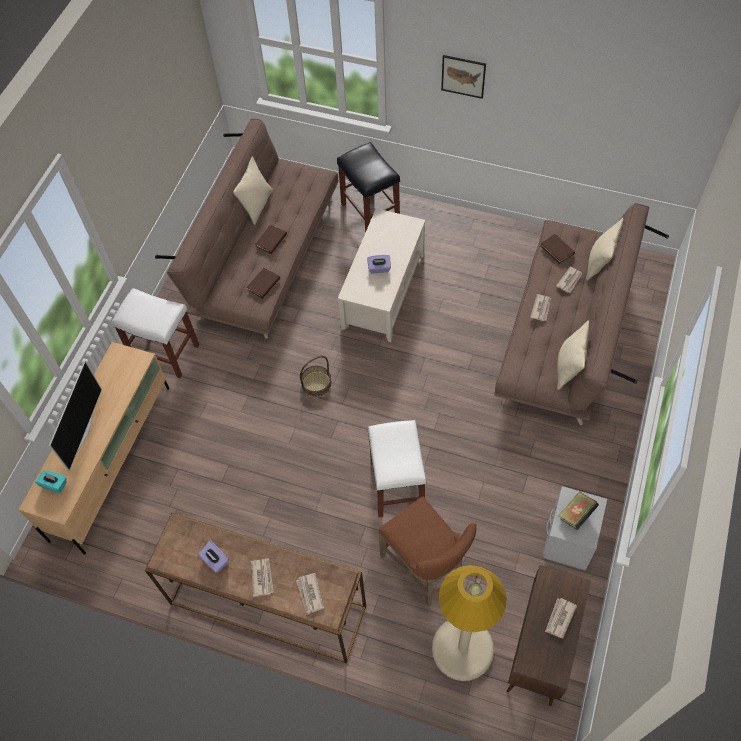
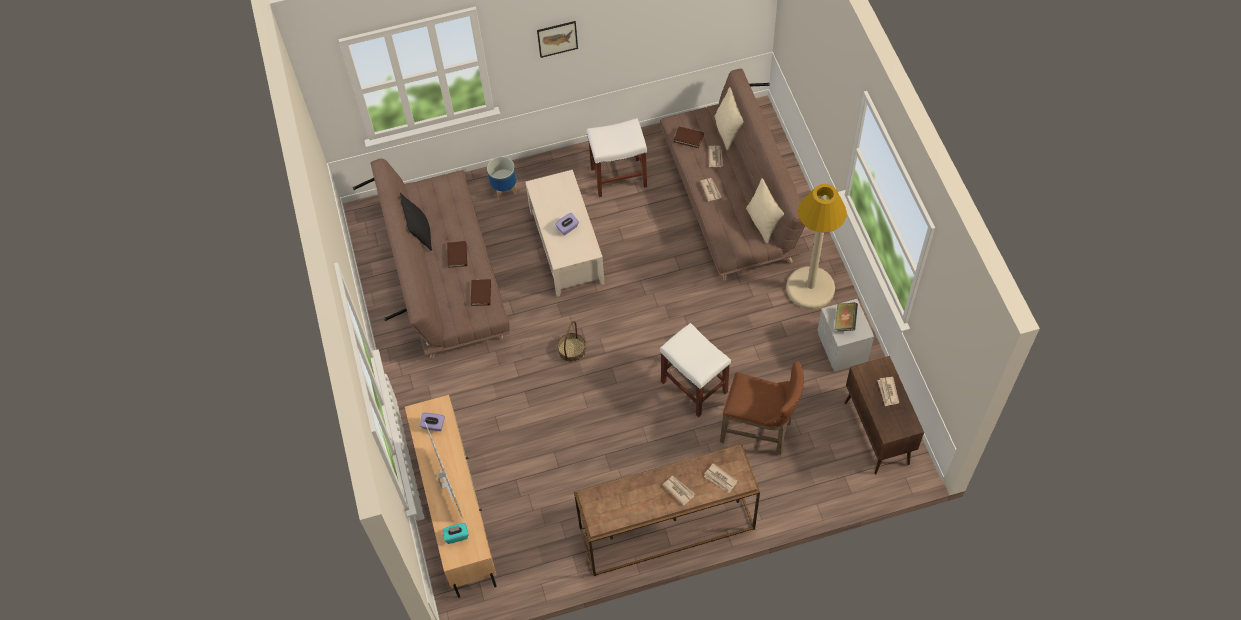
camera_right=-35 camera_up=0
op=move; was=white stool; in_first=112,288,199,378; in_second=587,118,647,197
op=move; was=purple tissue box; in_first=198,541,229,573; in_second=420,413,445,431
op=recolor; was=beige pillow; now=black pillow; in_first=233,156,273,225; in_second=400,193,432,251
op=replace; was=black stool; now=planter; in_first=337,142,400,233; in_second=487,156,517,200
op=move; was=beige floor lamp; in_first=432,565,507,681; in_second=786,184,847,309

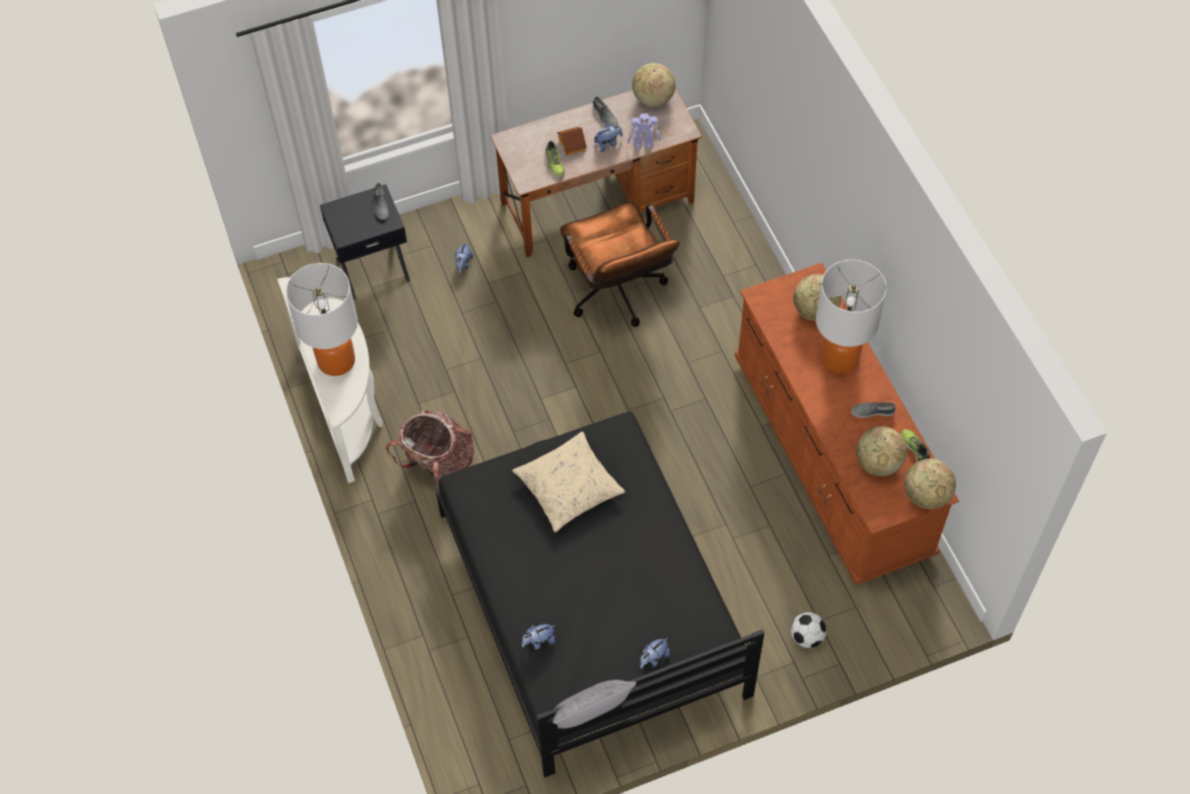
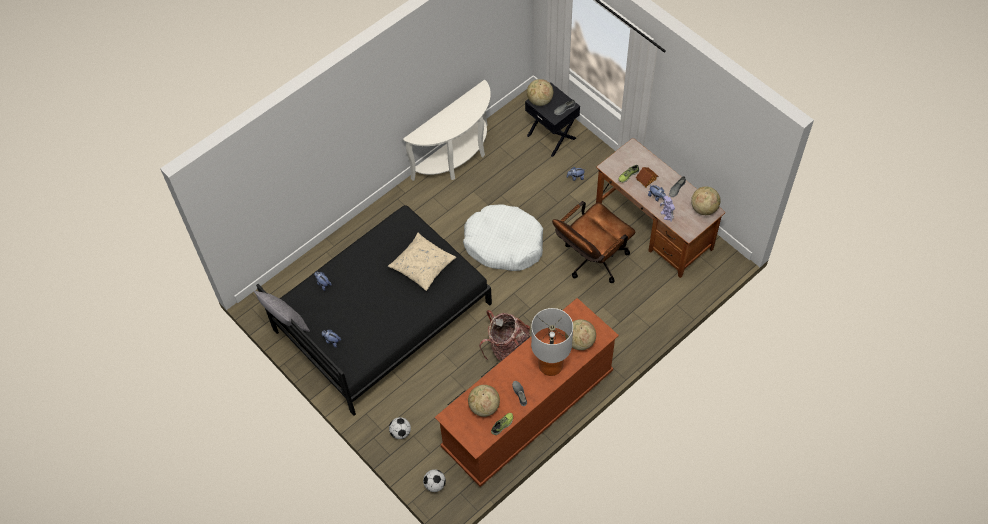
camera_right=70 camera_up=0
op=delete; was=table lamp; in_first=286,263,358,376
op=move; was=backpack; in_first=386,410,474,485; in_second=479,310,530,361
op=move; was=globe; in_first=904,459,956,509; in_second=527,79,553,106
op=insert; now=football; in_second=423,469,446,492
op=insert; now=white dog bed; in_second=463,204,543,271

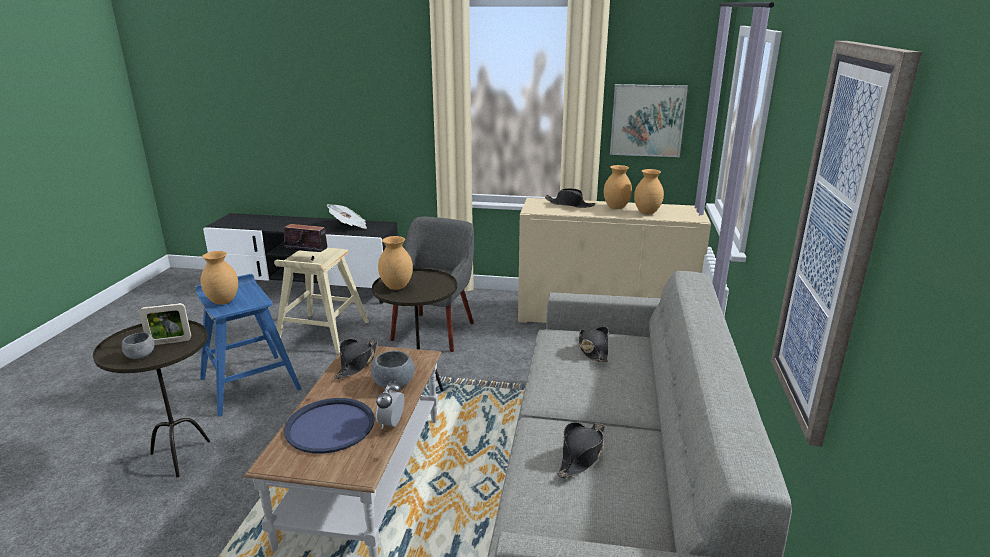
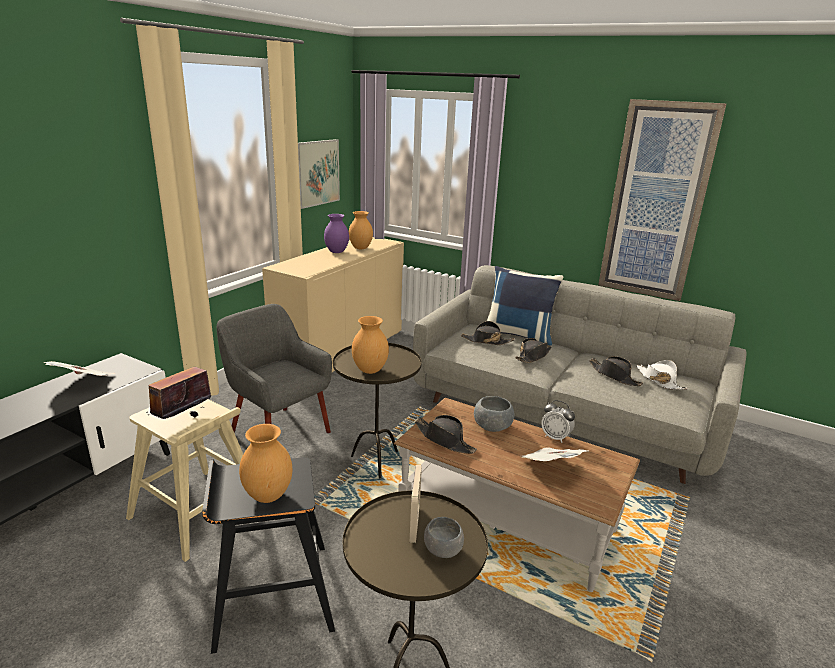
camera_right=-70 camera_up=0
op=recolor; was=blue stool; now=black stool; in_first=195,274,302,416; in_second=202,457,335,654
op=replace; was=blue tray; now=newspaper; in_first=284,398,375,454; in_second=522,447,587,461
op=move; was=black hat; in_first=545,188,595,208; in_second=515,338,551,363
op=recolor; was=brown vase; now=purple vase; in_first=603,165,632,209; in_second=324,214,349,253
op=insert; now=blue pillow; in_second=487,266,564,346
op=insert; now=white hat; in_second=636,360,688,390

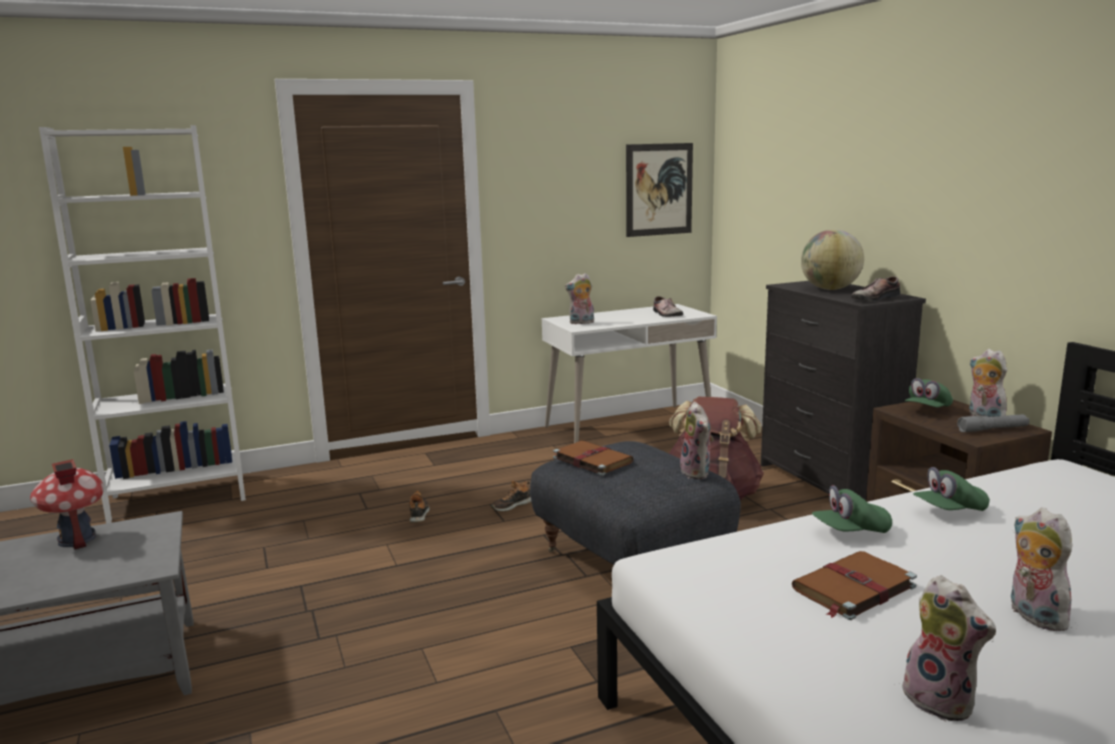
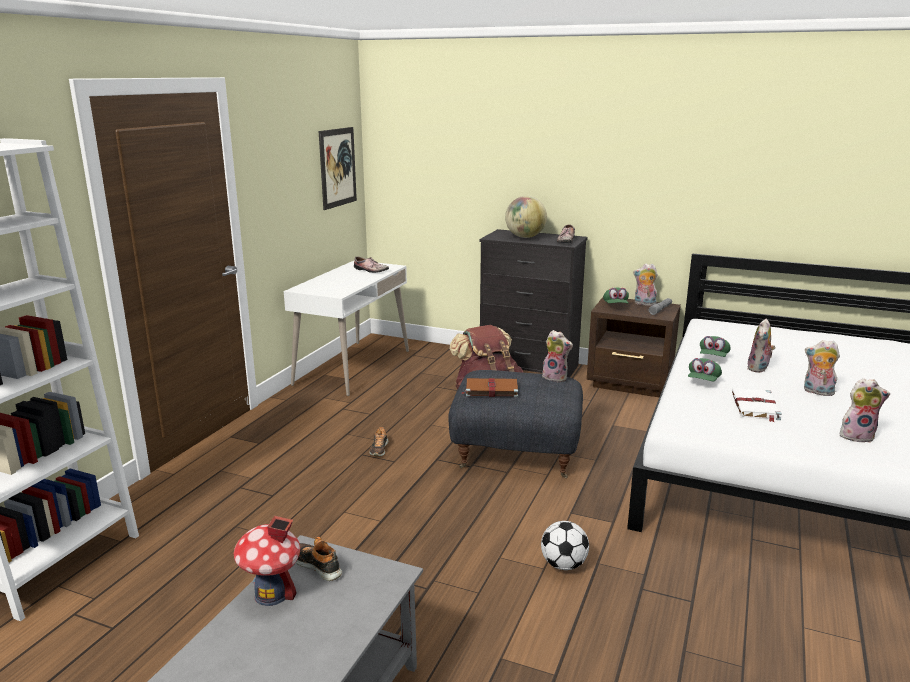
camera_right=-45 camera_up=5
op=move; was=shoe; in_first=409,491,430,523; in_second=296,537,342,581
op=move; was=plush toy; in_first=565,273,594,324; in_second=747,319,776,373
op=recolor; was=brown book; now=white book; in_first=792,551,917,620; in_second=732,388,782,422
op=insert; now=football; in_second=541,521,589,570

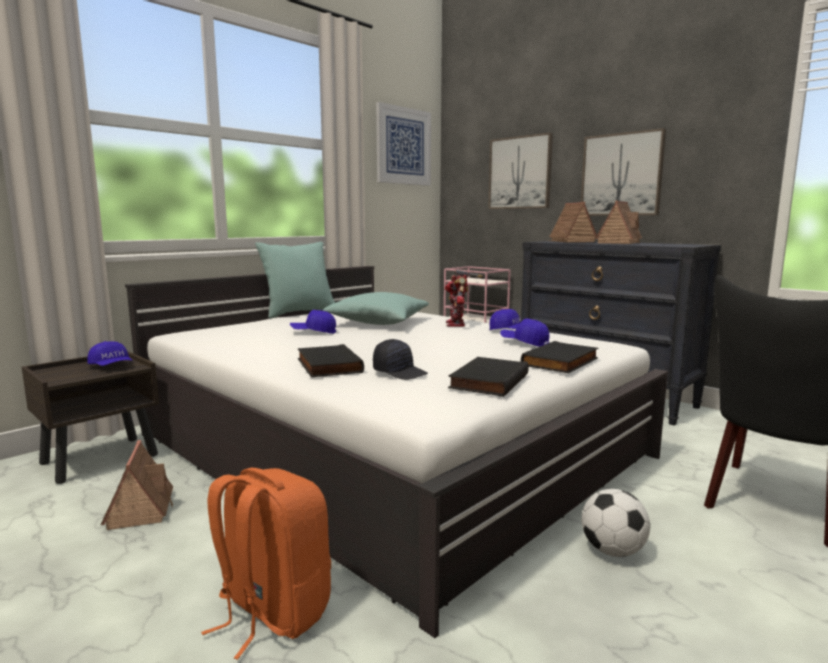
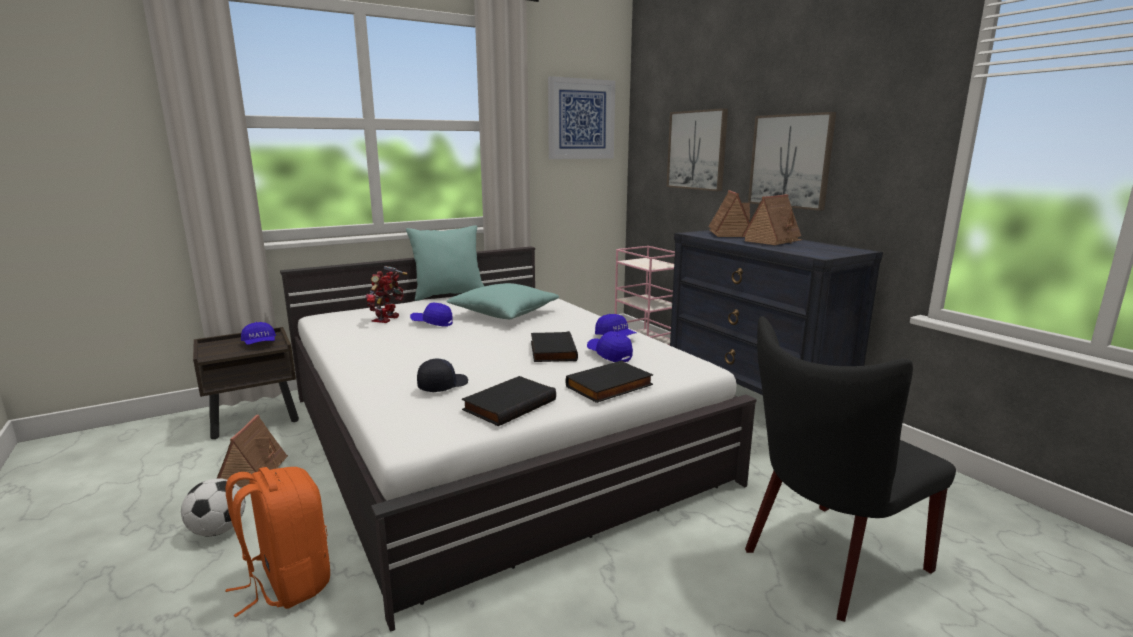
camera_right=15 camera_up=5
op=move; was=black book; in_first=298,344,364,377; in_second=531,331,578,362
op=rotate; was=black cap; in_first=373,339,428,380; in_second=417,359,468,392; clockwise=-105
op=move; was=toy robot; in_first=445,270,483,327; in_second=365,266,408,323
op=move; was=football; in_first=582,489,650,557; in_second=181,478,245,536

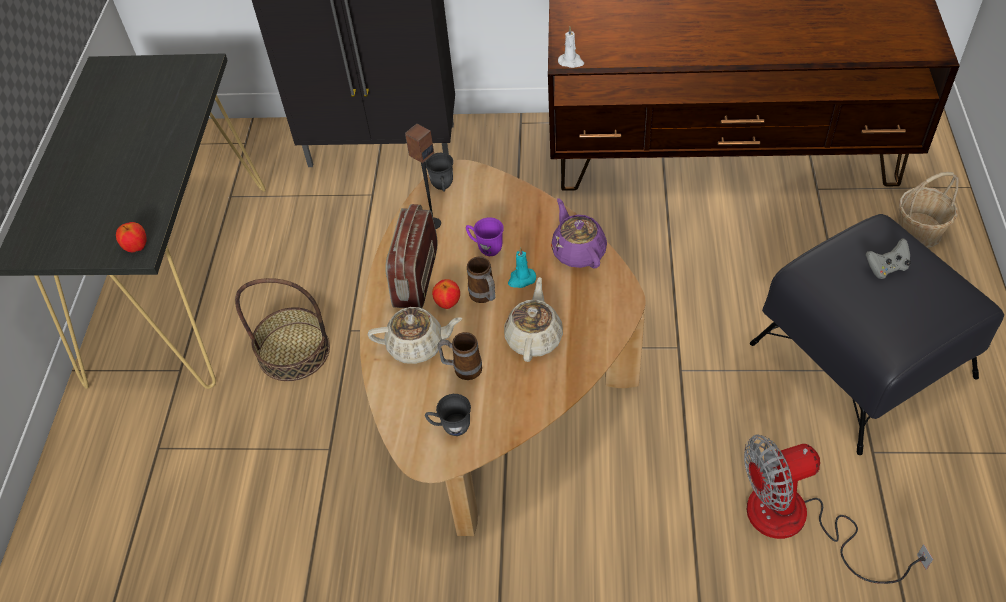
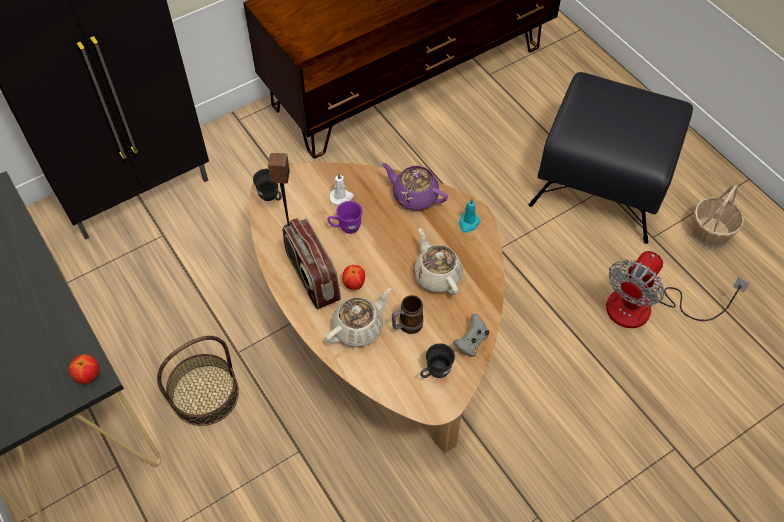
camera_right=-40 camera_up=5
op=delete; was=mug; in_first=467,256,495,303
op=move; was=turquoise candle; in_first=508,247,536,288; in_second=459,199,480,233
op=move; was=white candle; in_first=558,26,584,68; in_second=329,173,354,205
op=move; was=grey game controller; in_first=866,239,911,279; in_second=453,314,489,357
op=move; was=basket; in_first=898,172,958,248; in_second=690,185,744,250

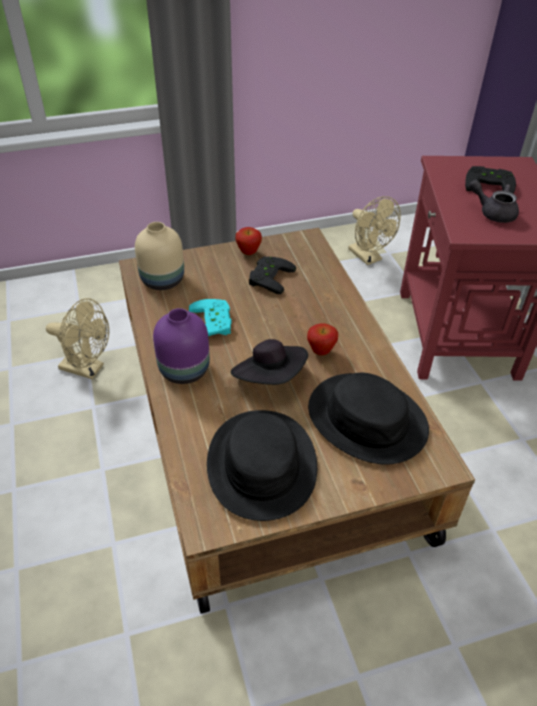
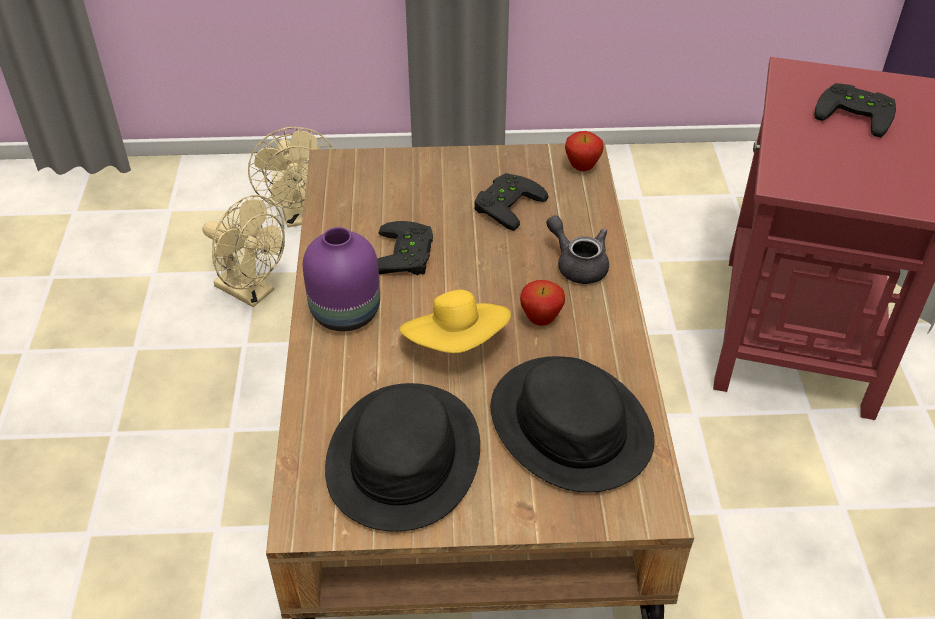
camera_right=15 camera_up=0
op=delete; was=beige vase; in_first=135,222,184,290
op=recolor; was=turquoise game controller; now=black game controller; in_first=189,299,231,336; in_second=377,221,433,275
op=recolor; was=black hat; now=yellow hat; in_first=231,339,308,385; in_second=400,290,511,353
op=move; was=apple; in_first=235,227,262,255; in_second=565,131,604,172
op=move; was=beige fan; in_first=348,196,401,265; in_second=248,127,333,227
op=move; was=grey teapot; in_first=469,180,519,223; in_second=546,215,609,284

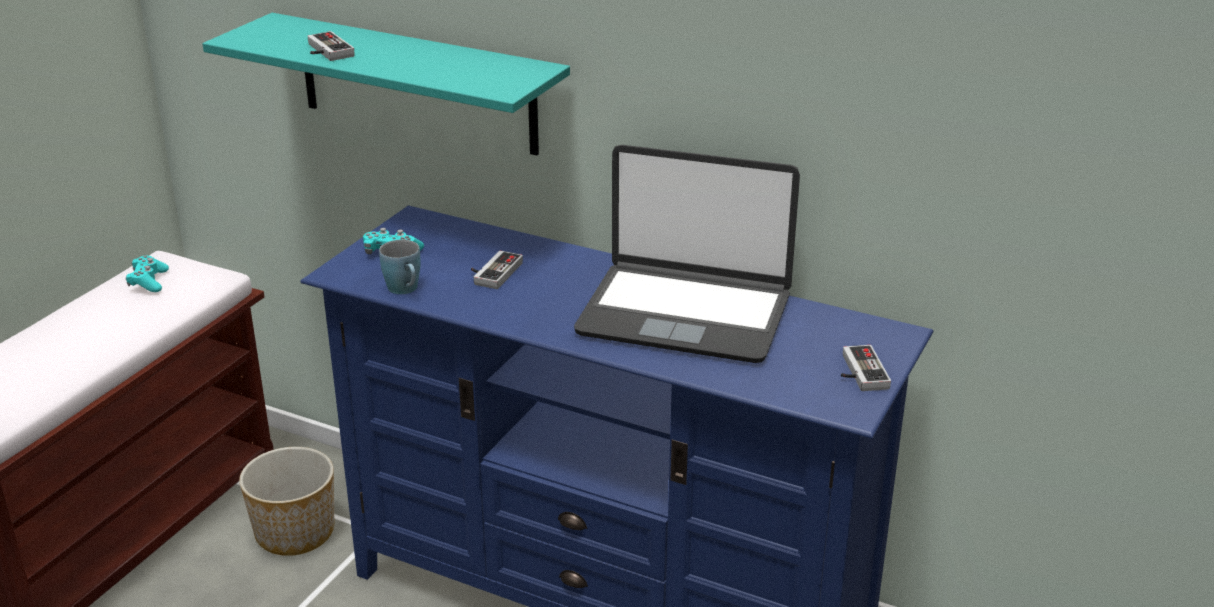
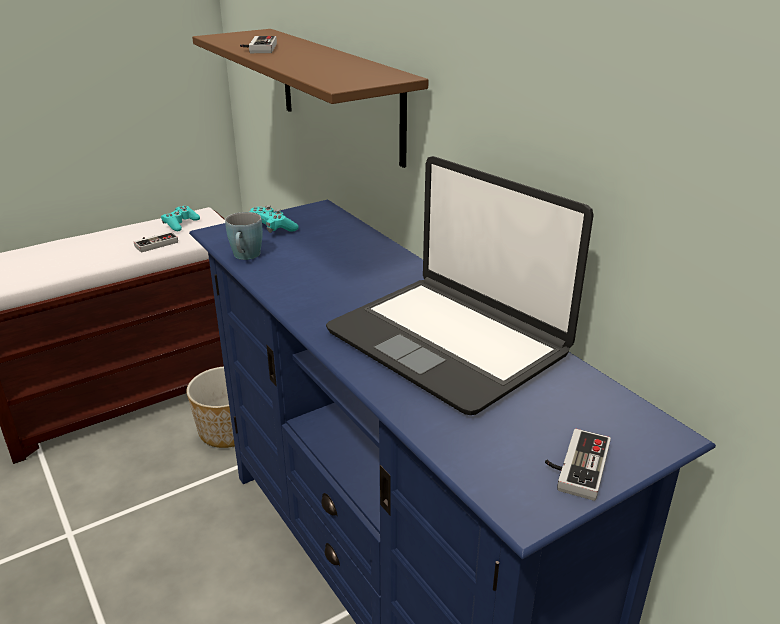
camera_right=30 camera_up=0
op=recolor; was=turquoise shelf; now=brown shelf; in_first=203,13,570,155; in_second=192,29,428,168
op=move; was=game controller; in_first=471,251,523,289; in_second=134,232,178,253

